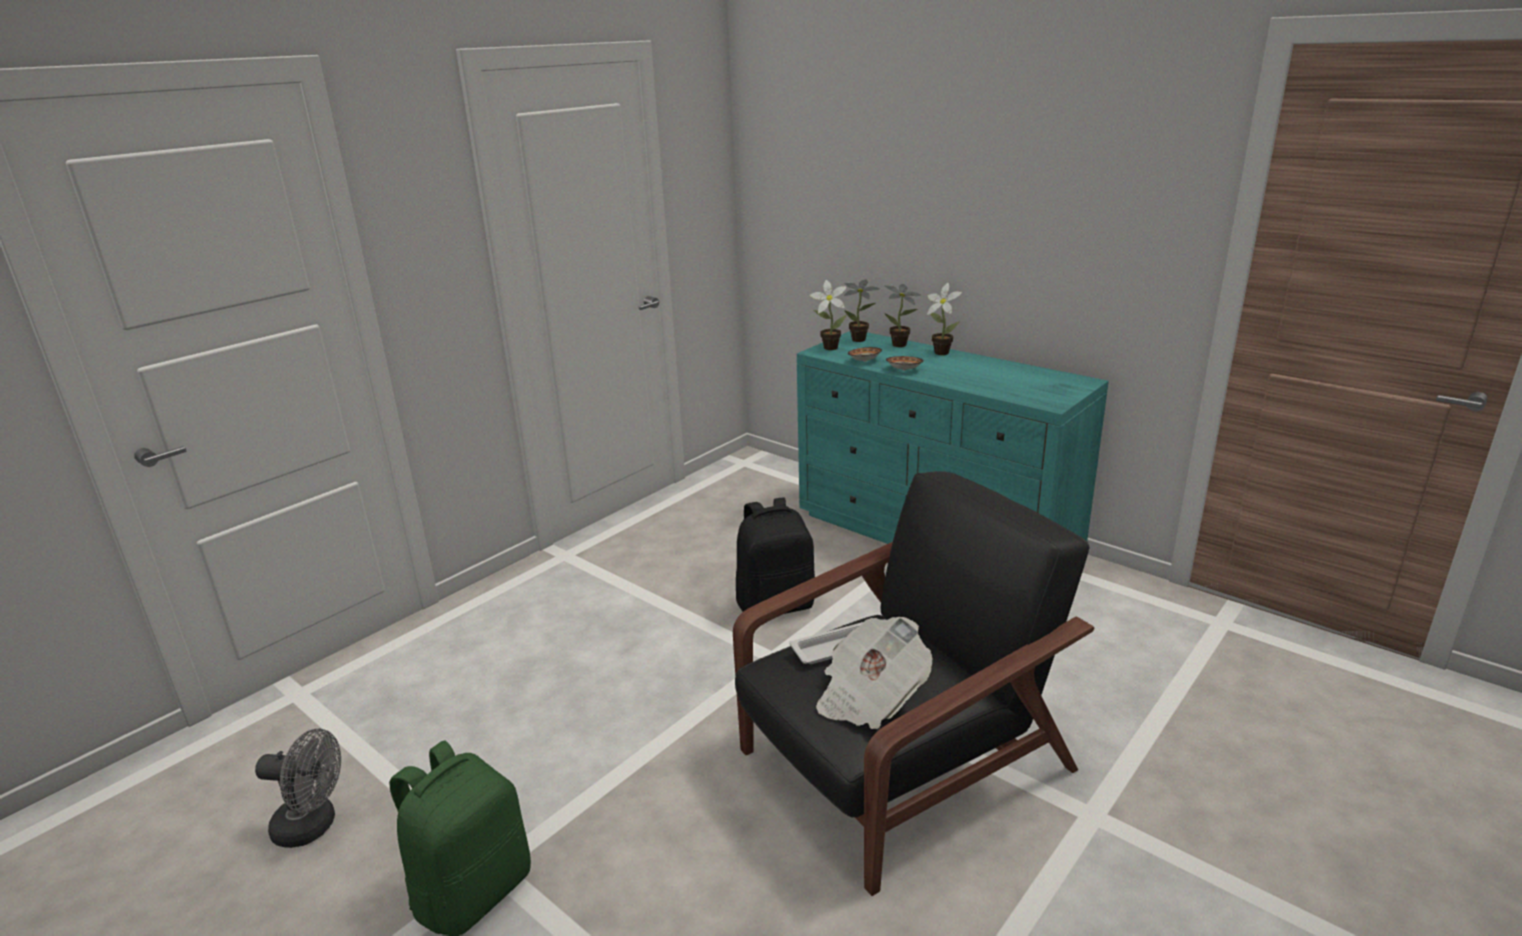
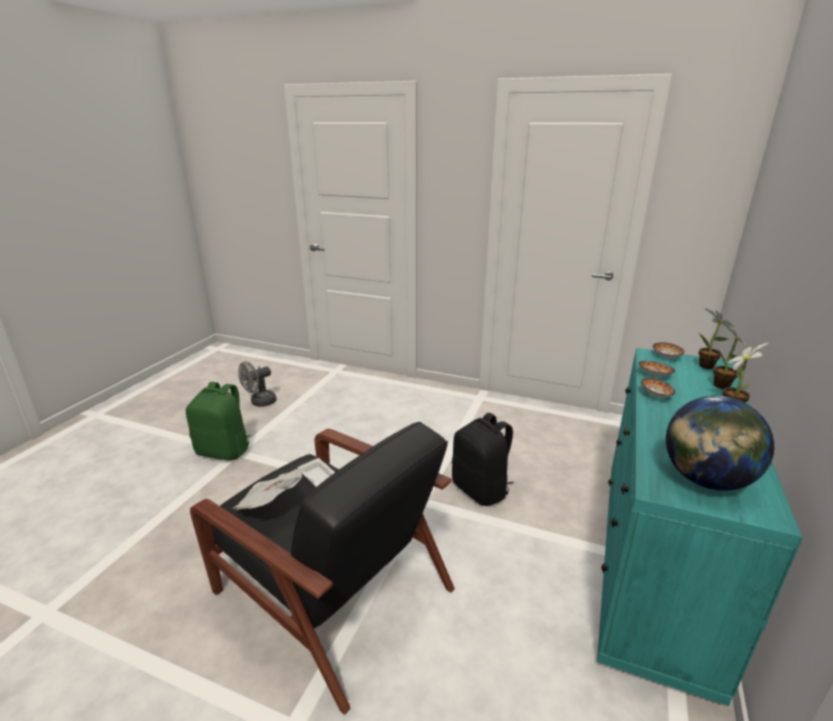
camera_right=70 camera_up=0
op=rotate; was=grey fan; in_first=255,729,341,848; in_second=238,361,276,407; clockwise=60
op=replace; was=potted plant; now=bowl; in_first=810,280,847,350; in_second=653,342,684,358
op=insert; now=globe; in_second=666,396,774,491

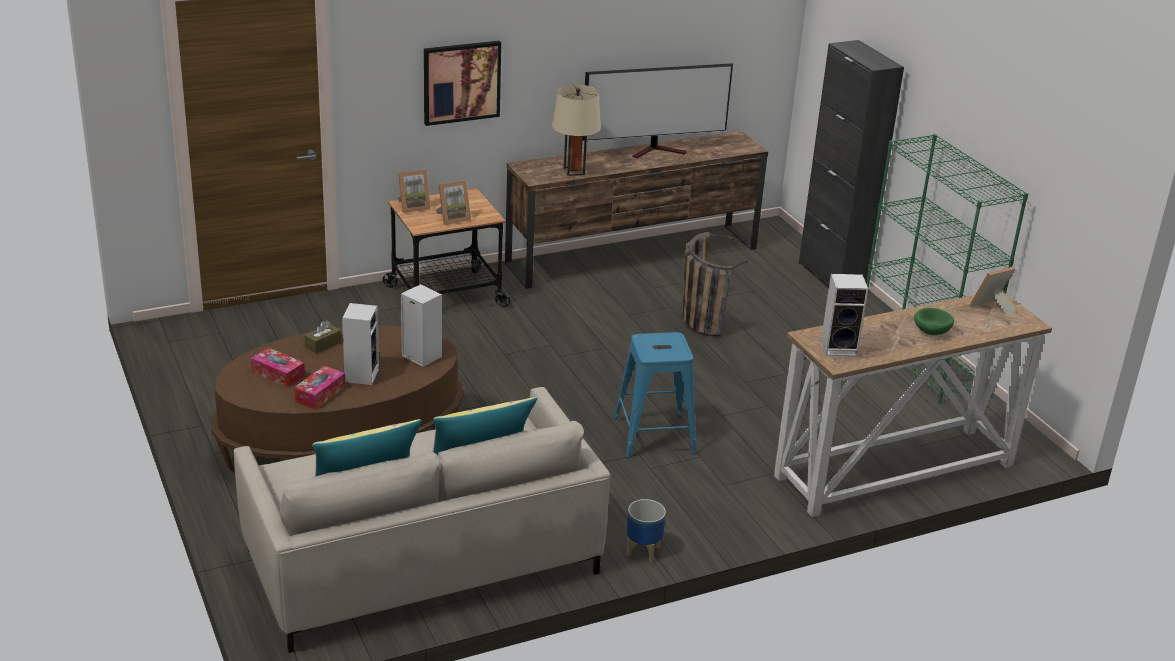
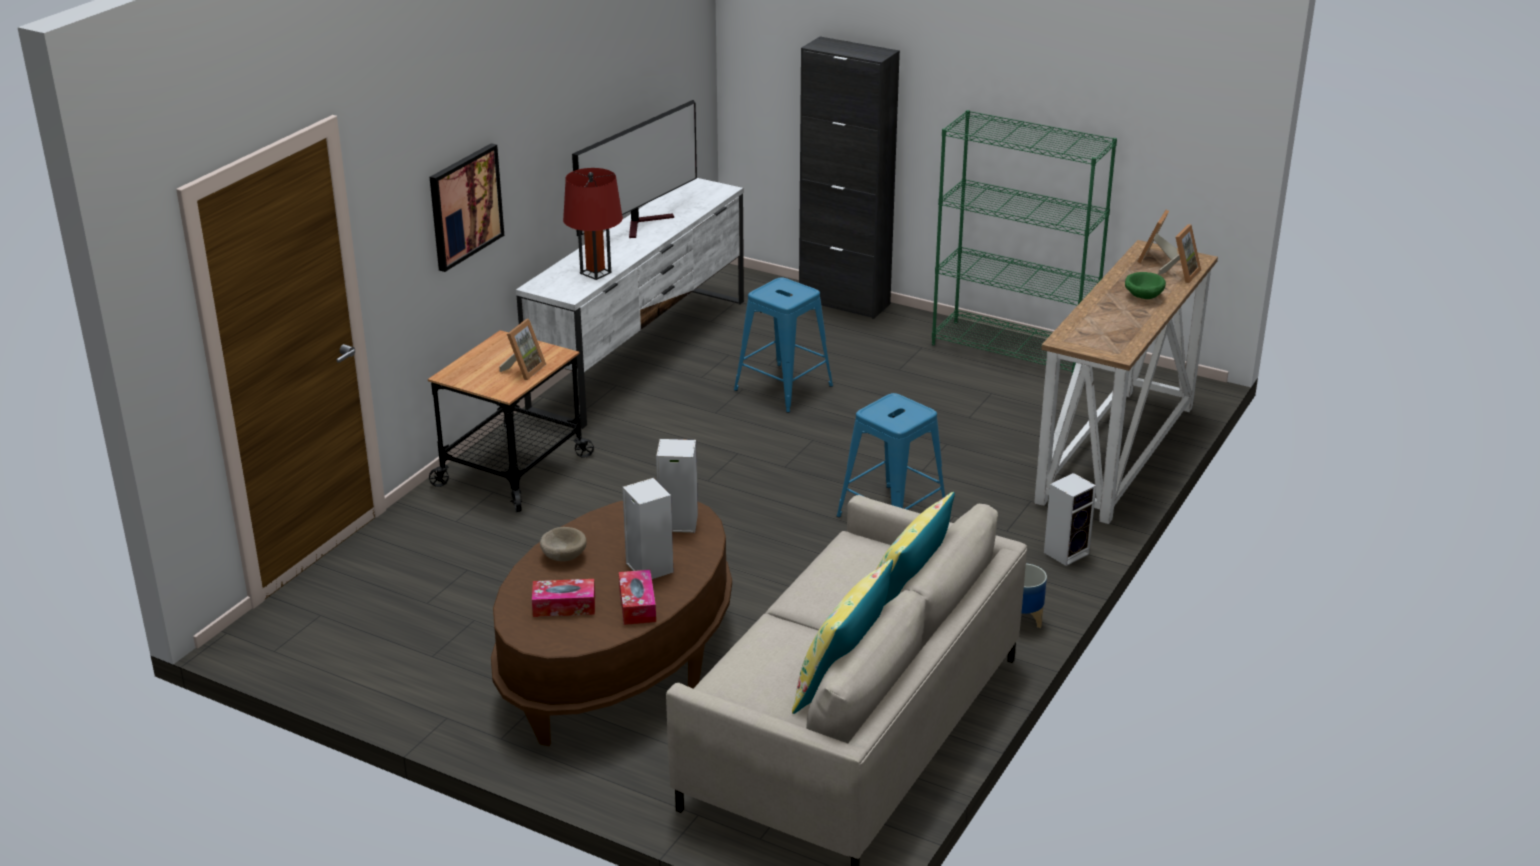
camera_right=-35 camera_up=0
op=replace; was=brown tissue box; now=beige bowl; in_first=304,321,341,353; in_second=540,527,587,561
op=move; was=picture frame; in_first=397,169,431,213; in_second=1158,224,1201,283
op=recolor; was=brown tv stand; now=white tv stand; in_first=505,131,768,289; in_second=516,178,744,429
op=recolor; was=beige table lamp; now=red table lamp; in_first=552,84,601,176; in_second=563,168,623,280
op=replace; was=basket; now=blue stool; in_first=682,232,748,336; in_second=734,277,833,413
op=move; was=speaker; in_first=821,274,868,356; in_second=1044,473,1096,566

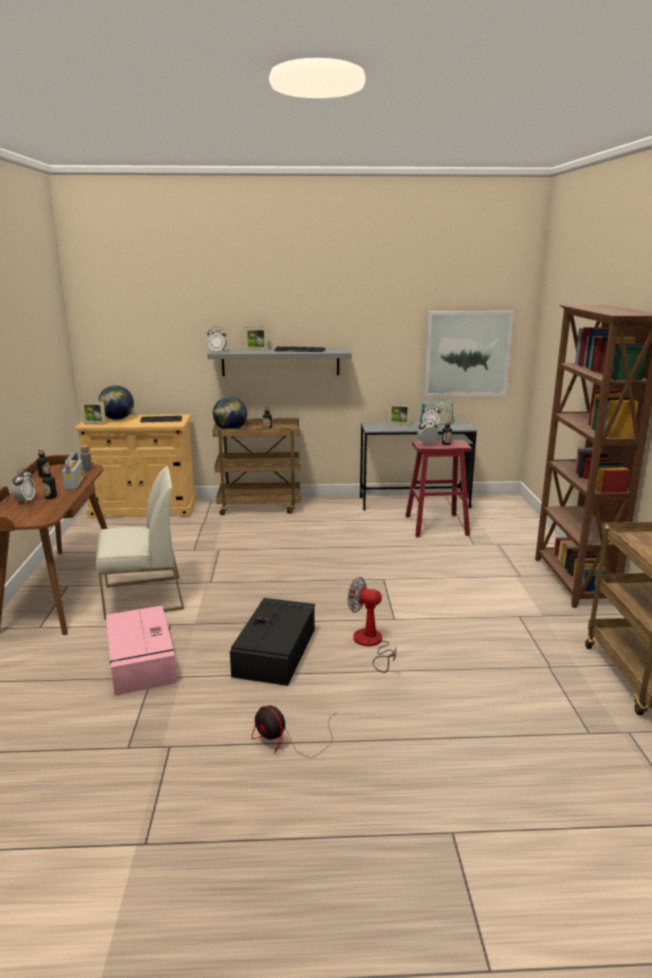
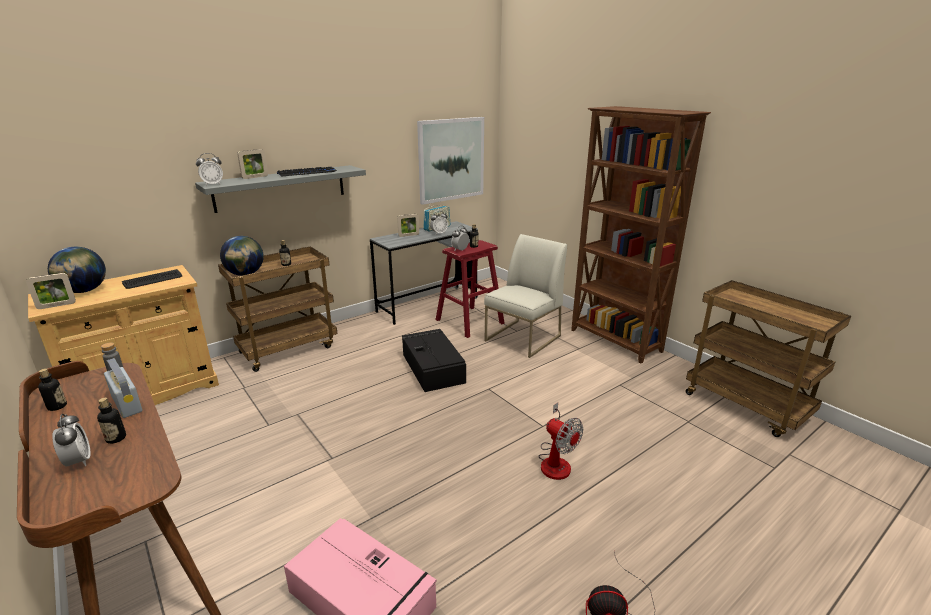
camera_right=-35 camera_up=5
op=move; was=white chair; in_first=96,466,184,620; in_second=484,234,567,358
op=move; was=black storage box; in_first=230,598,315,686; in_second=402,329,466,392
op=rotate; was=fan; in_first=348,577,396,673; in_second=538,403,583,480; clockwise=-120

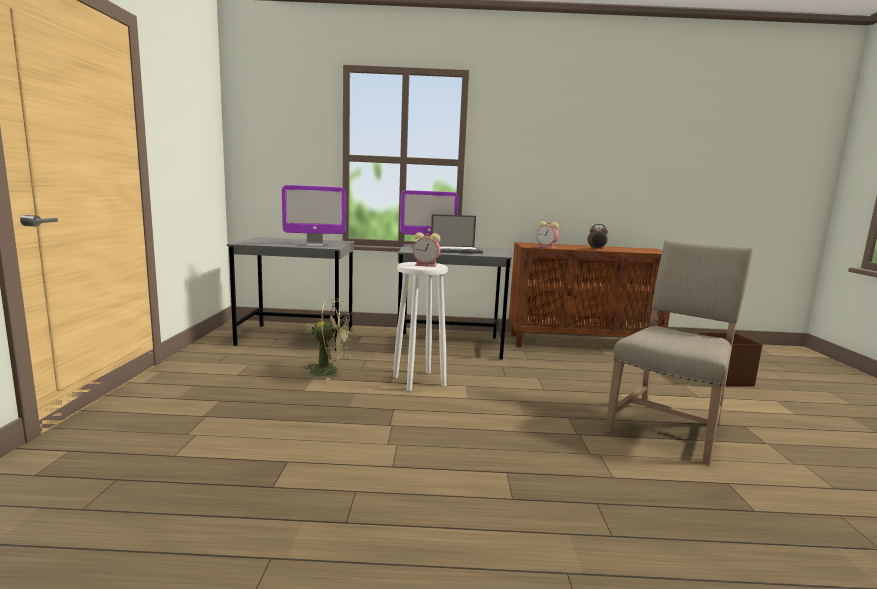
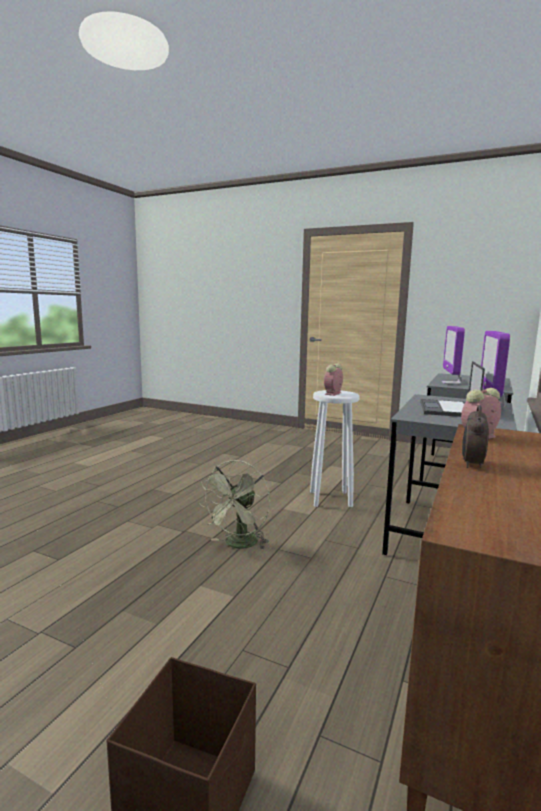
camera_right=115 camera_up=0
op=move; was=green fan; in_first=305,299,352,380; in_second=199,460,270,550
op=delete; was=beige chair; in_first=605,240,753,465

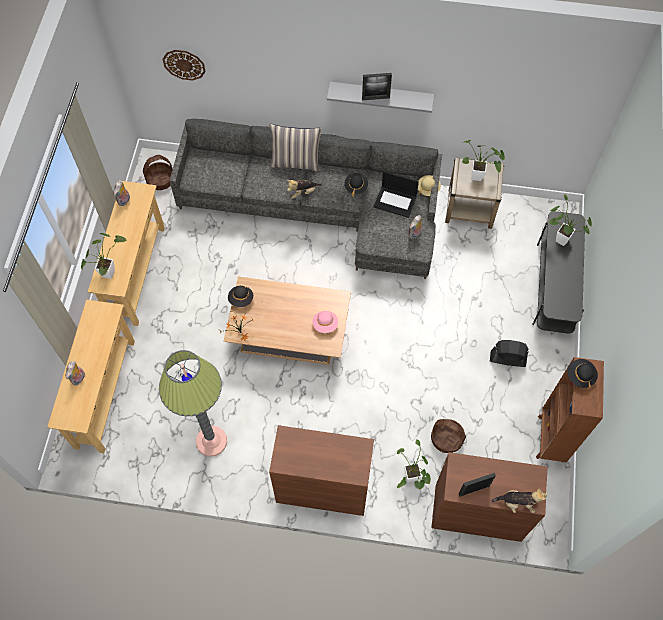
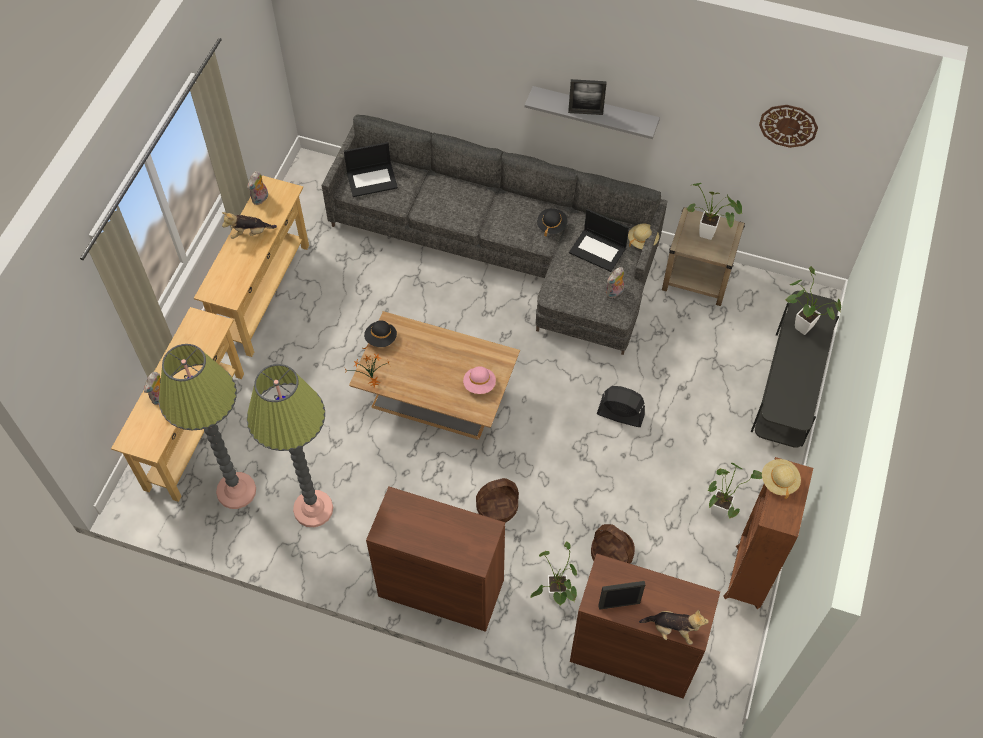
camera_right=10 camera_up=-5
op=move; was=potted plant; in_first=81,233,127,279; in_second=707,463,762,519
op=move; was=basket; in_first=143,155,173,190; in_second=476,478,519,523
op=move; was=wall clock; in_first=163,50,206,81; in_second=759,105,818,148
op=delete; was=pillow; in_first=269,124,322,171
op=move; was=plush toy; in_first=287,180,322,199; in_second=222,212,277,239
op=move; was=black fan; in_first=490,340,529,367; in_second=597,386,645,427
op=recolor; was=black hat; now=beige hat; in_first=567,359,598,389; in_second=762,459,801,499
op=insert; now=floor lamp; in_second=158,344,256,509
op=insert; now=laptop; in_second=344,142,398,197

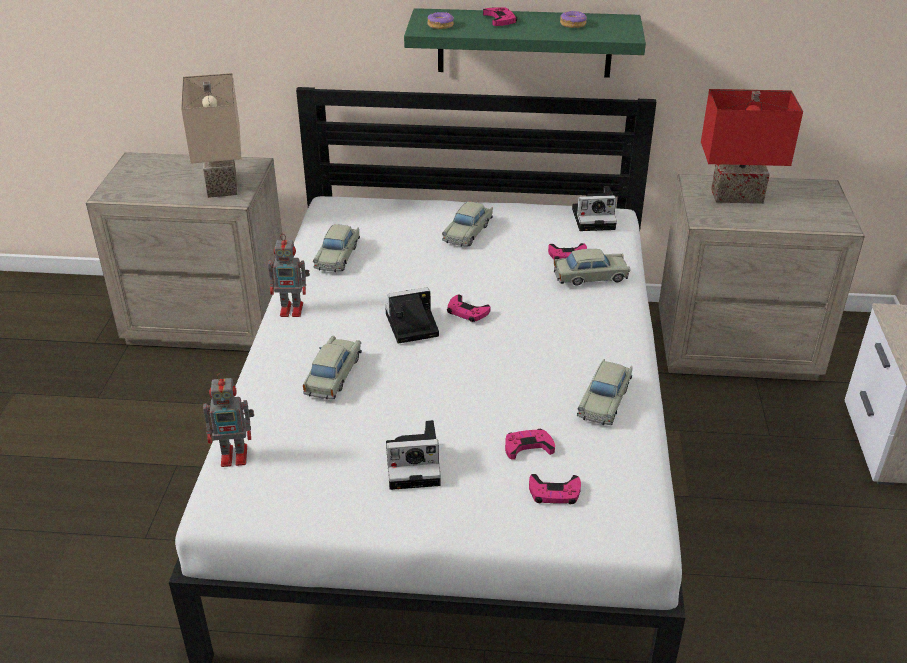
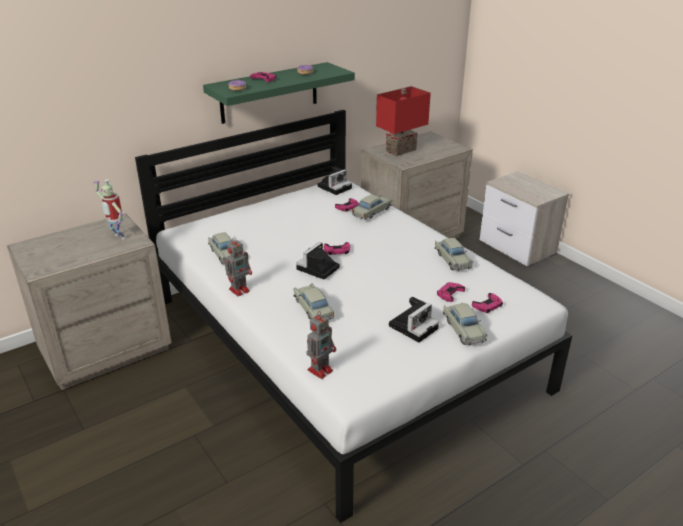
camera_right=-40 camera_up=-5
op=replace; was=beige table lamp; now=toy robot; in_first=181,73,241,198; in_second=93,179,125,239
op=move; was=beige toy car; in_first=442,202,493,247; in_second=443,302,488,345

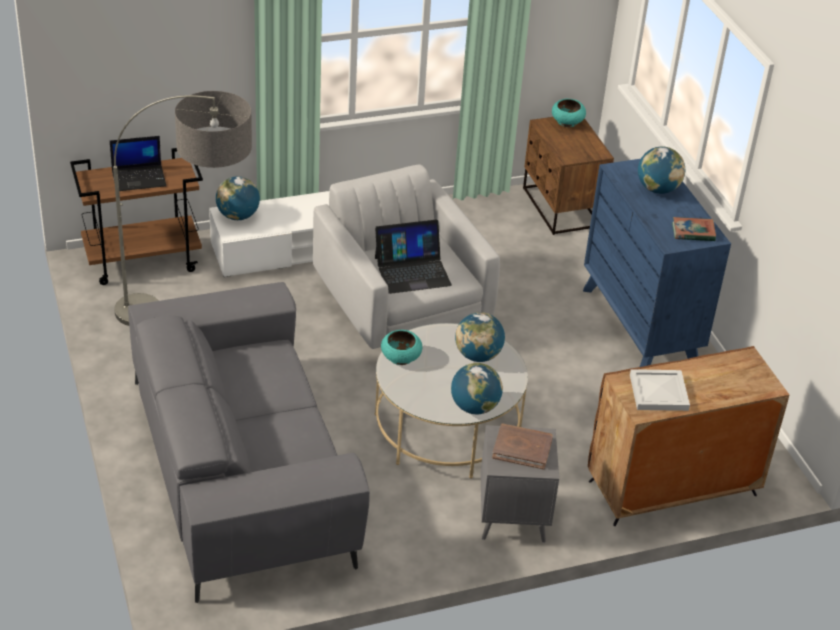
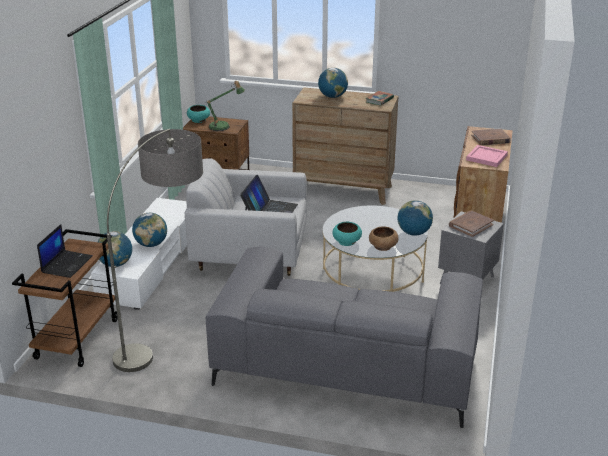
camera_right=-55 camera_up=-10
op=move; was=globe; in_first=455,312,505,362; in_second=132,213,167,247
op=recolor; was=blue dresser; now=brown dresser; in_first=583,159,731,367; in_second=292,88,398,205
op=recolor; was=white tray; now=pink tray; in_first=630,369,690,411; in_second=466,145,508,167
op=insert; now=table lamp; in_second=207,81,245,131
op=insert; now=brown bowl; in_second=369,226,399,251
op=insert; now=brown book; in_second=471,128,511,145

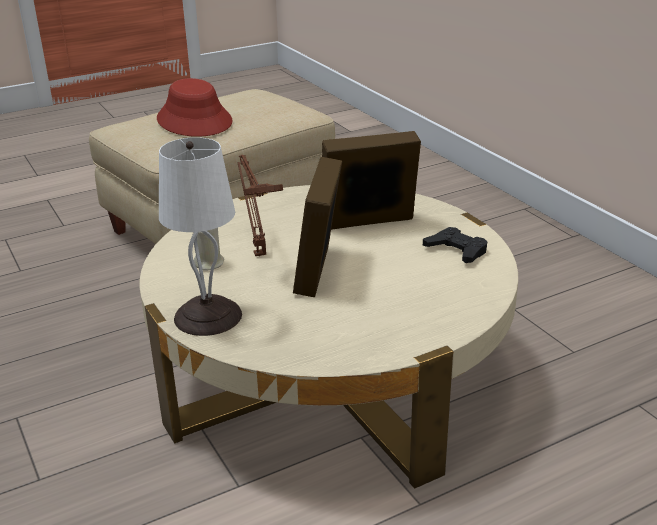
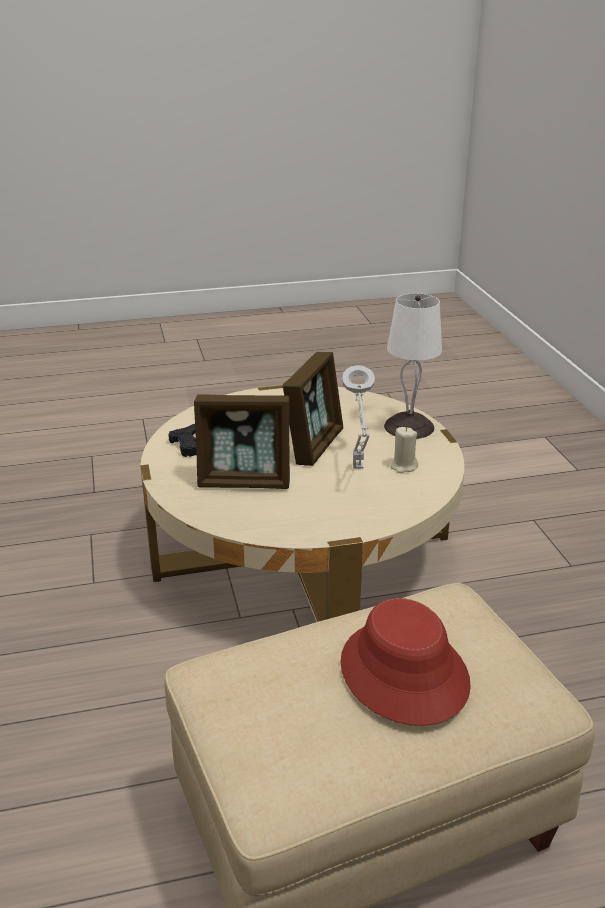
camera_right=-165 camera_up=0
op=recolor; was=brown table lamp; now=grey table lamp; in_first=238,155,283,256; in_second=342,365,375,469

